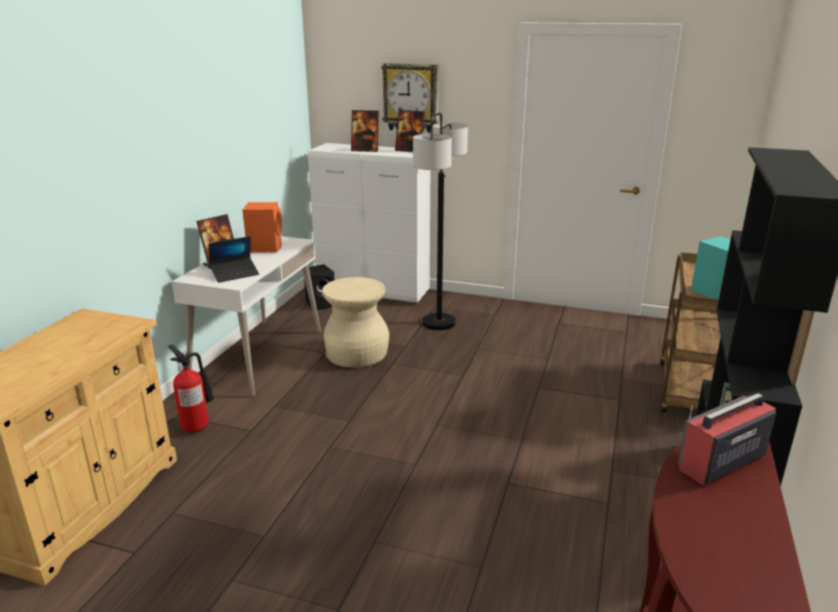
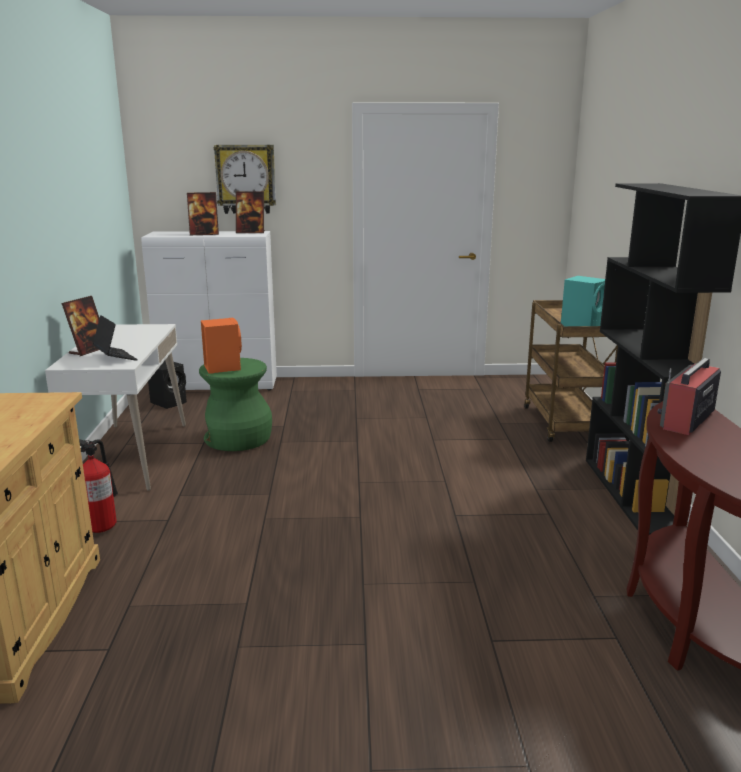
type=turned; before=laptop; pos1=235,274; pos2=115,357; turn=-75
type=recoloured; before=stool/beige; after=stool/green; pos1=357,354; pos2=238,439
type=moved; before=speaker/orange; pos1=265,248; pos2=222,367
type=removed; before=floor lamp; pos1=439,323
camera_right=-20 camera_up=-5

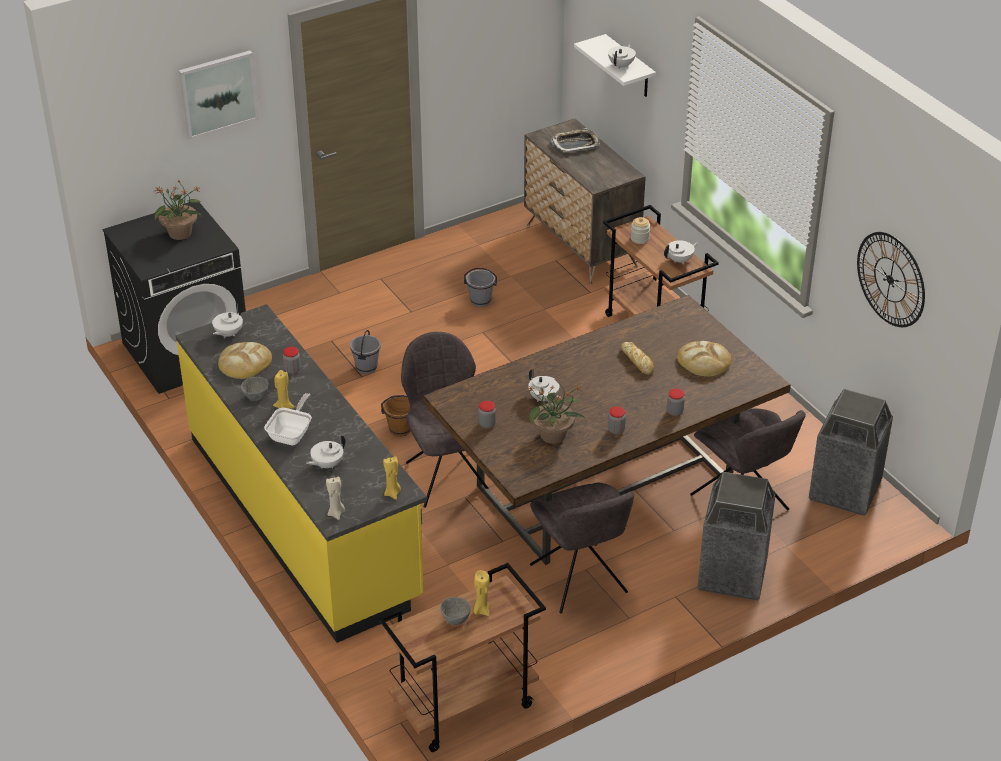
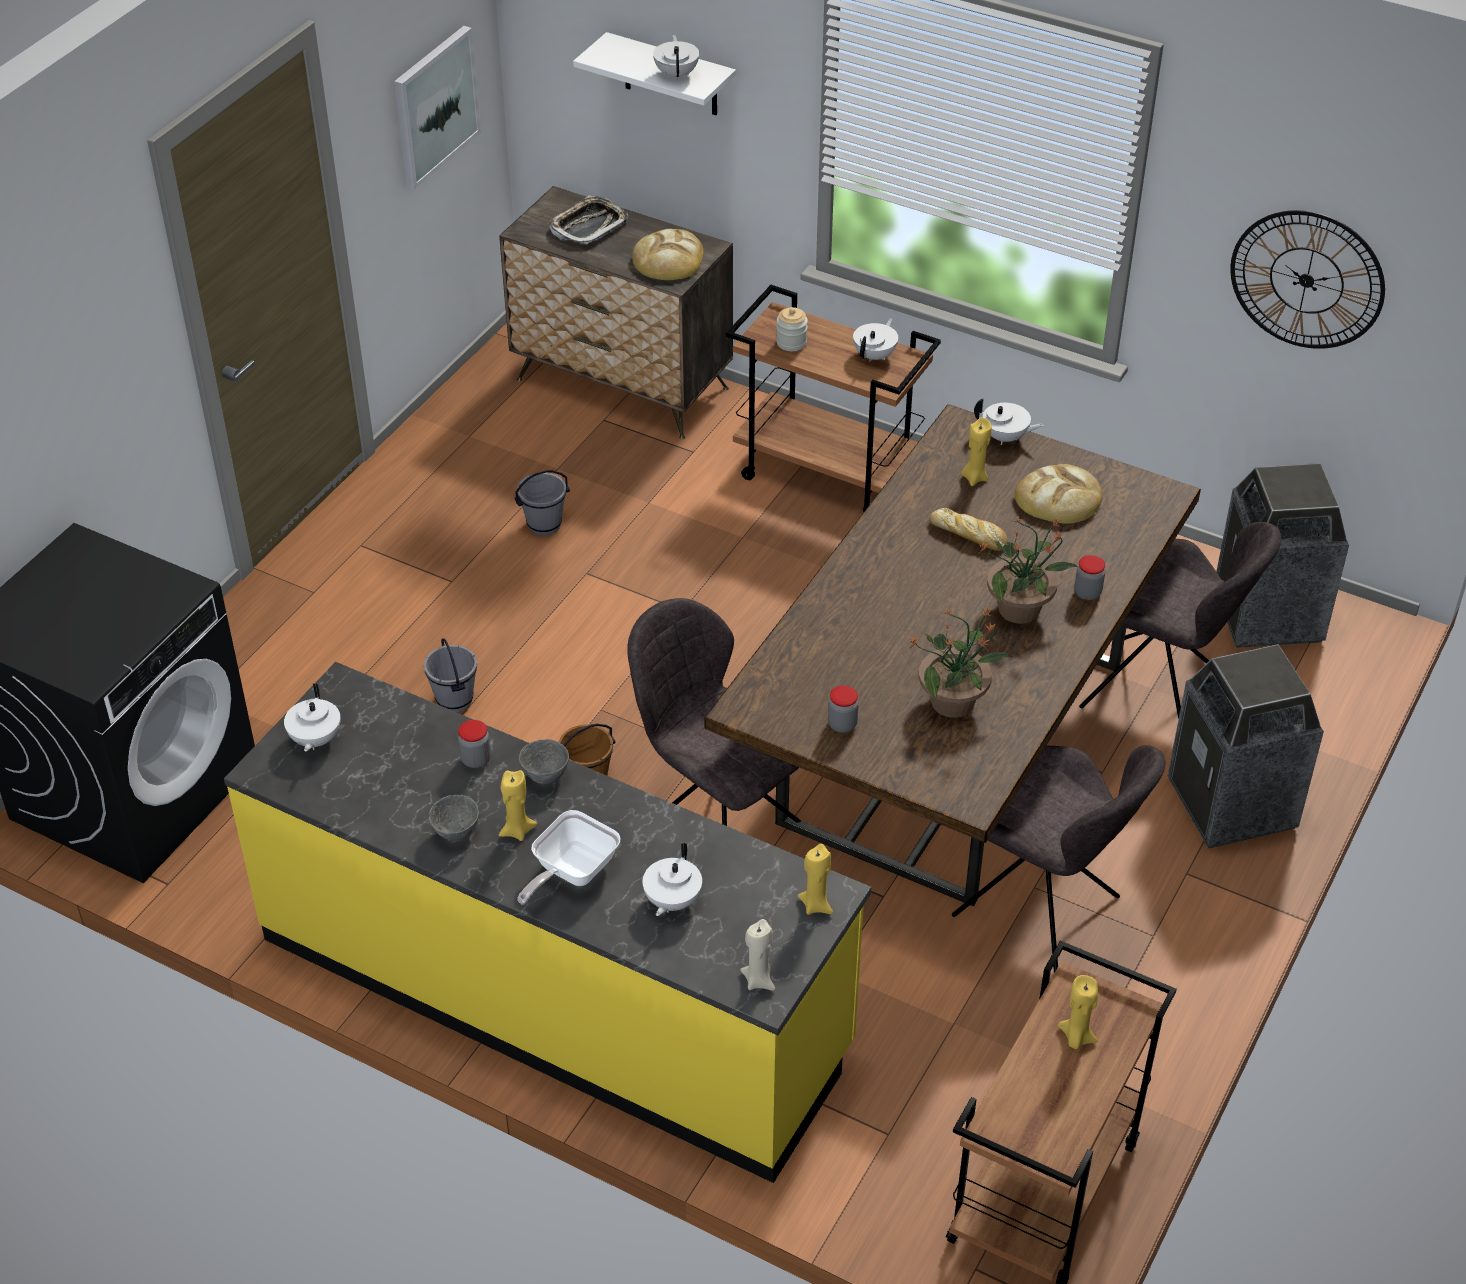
type=moved; before=picture; pos1=218,94; pos2=435,106
type=turned; before=frying pan; pos1=292,434; pos2=570,873; turn=-135
type=moved; before=bowl/grey; pos1=455,620; pos2=545,777
type=moved; before=bread; pos1=244,363; pos2=668,260
type=added; after=candle/yellow; pos2=974,477
type=moved; before=teapot/white; pos1=543,398; pos2=1005,437
type=moved; before=potted plant; pos1=180,233; pos2=1020,609
type=removed; before=jar; pos1=616,430
camera_right=-30 camera_up=5

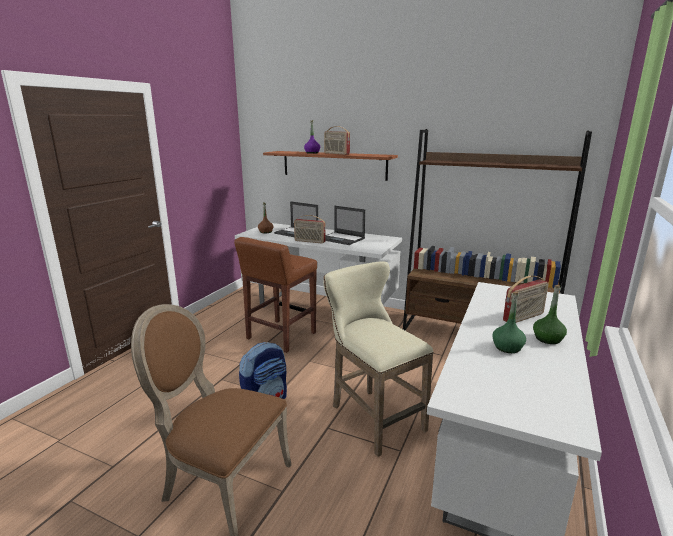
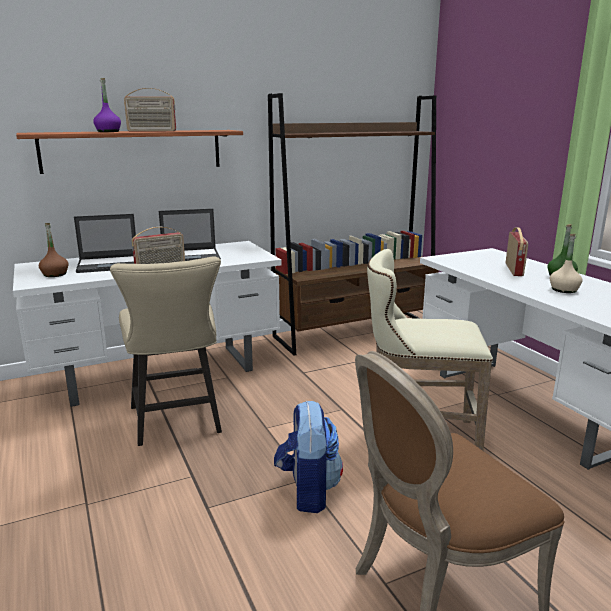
type=replaced; before=stool/brown; after=chair/beige; pos1=280,336; pos2=177,423
type=recoloured; before=bottle/green; after=bottle/beige; pos1=507,347; pos2=564,290
camera_right=-50 camera_up=0

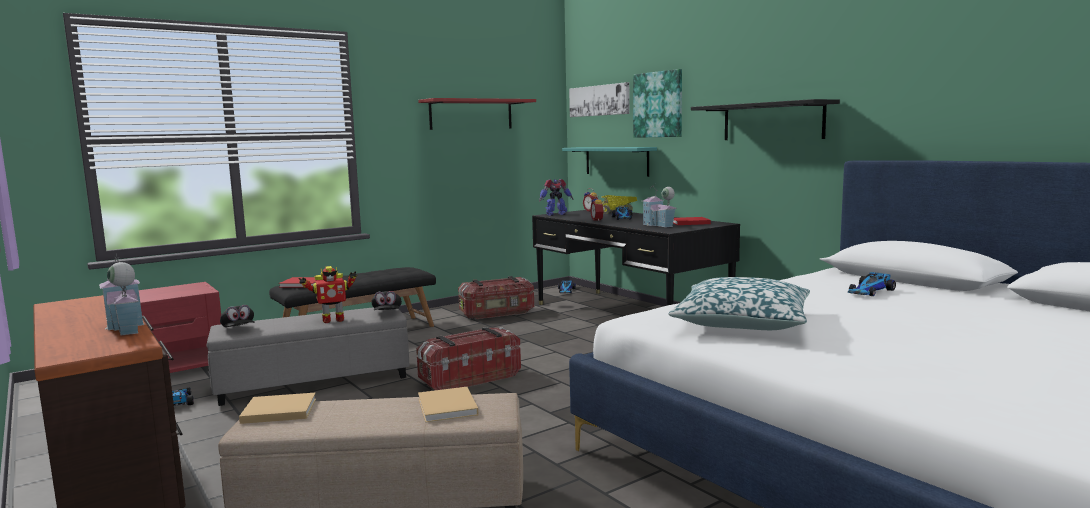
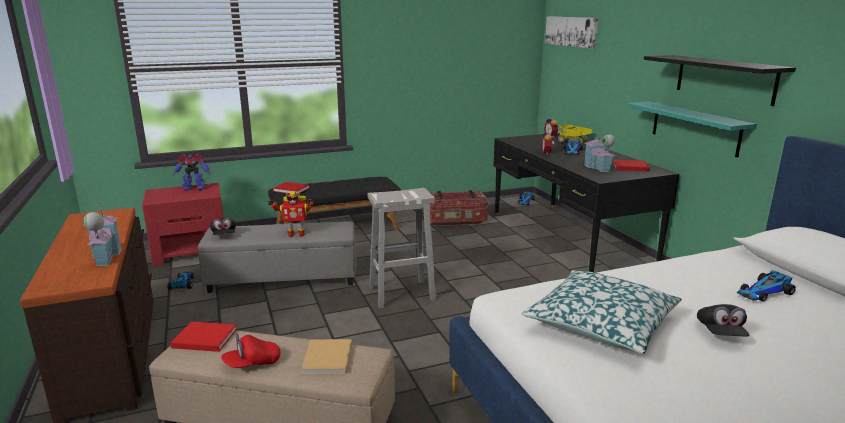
type=recoloured; before=book/beige; after=book/red; pos1=277,411; pos2=203,338
type=moved; before=toy robot; pos1=555,214; pos2=194,188
type=added; after=cap/red; pos2=252,363
type=replaced; before=storage box; after=stool/white; pos1=469,378; pos2=400,294
type=moved; before=shelf/turquoise; pos1=616,161; pos2=695,128
type=moved; before=cap/black; pos1=387,313; pos2=720,333
type=removed; before=shelf/red; pos1=471,114
type=removed; before=picture; pos1=658,104
camera_right=15 camera_up=10

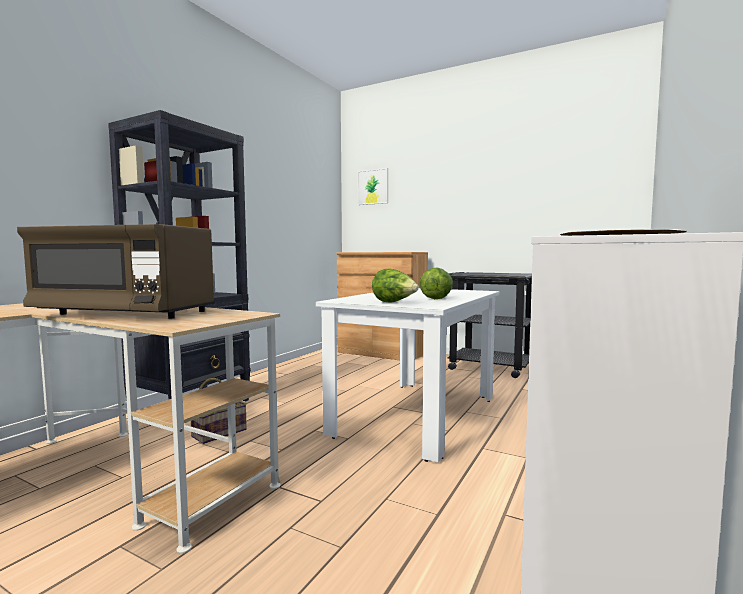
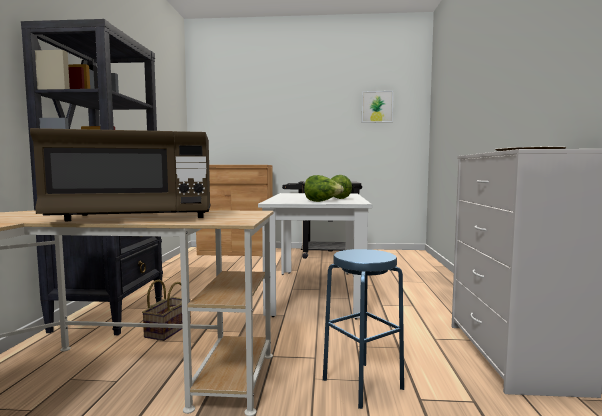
type=added; after=stool/blue; pos2=362,384
type=moved; before=picture; pos1=373,187; pos2=377,106
camera_right=-25 camera_up=0

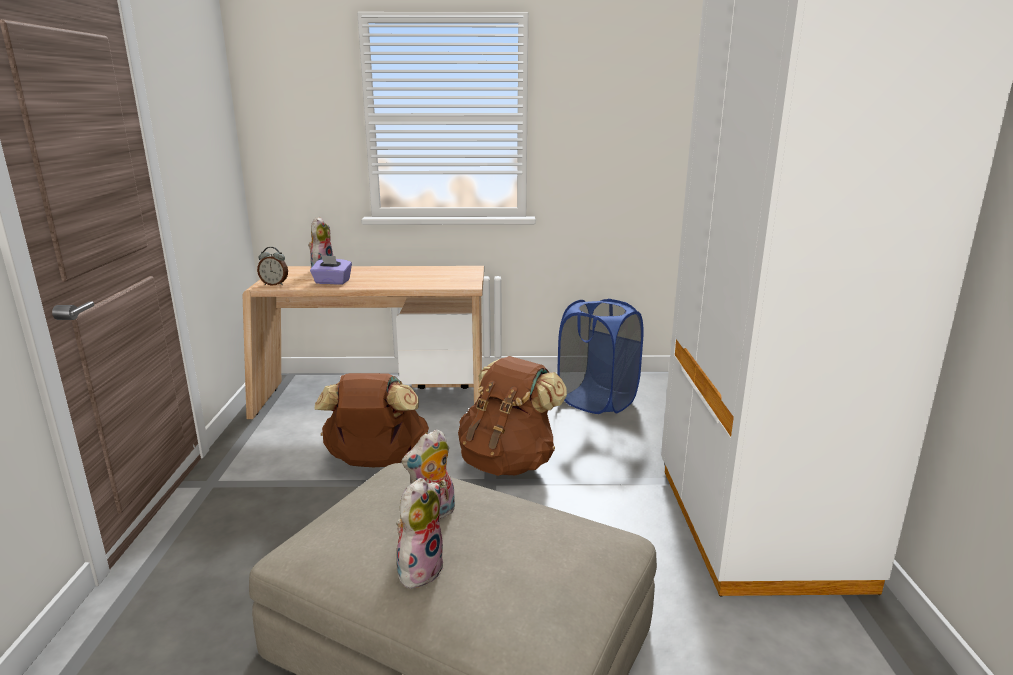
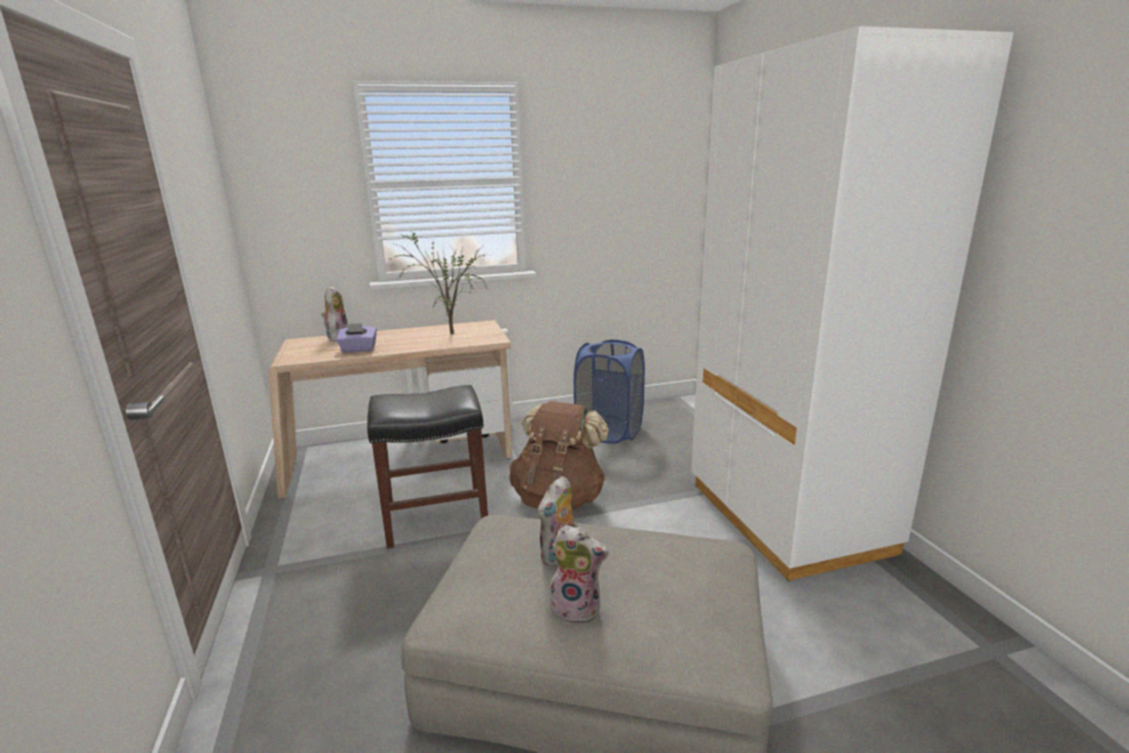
type=replaced; before=backpack/brown; after=stool/black; pos1=376,462; pos2=435,519
type=added; after=potted plant; pos2=448,334
type=turned; before=plush toy; pos1=419,569; pos2=577,608; turn=90
type=removed; before=alarm clock; pos1=275,284
camera_right=-15 camera_up=0

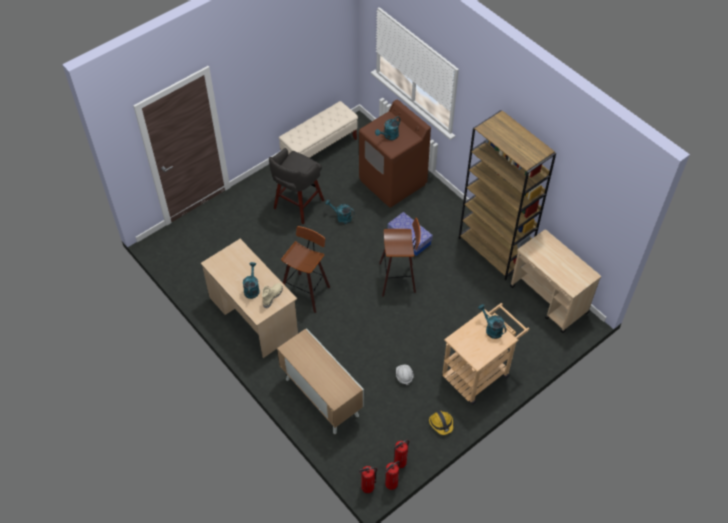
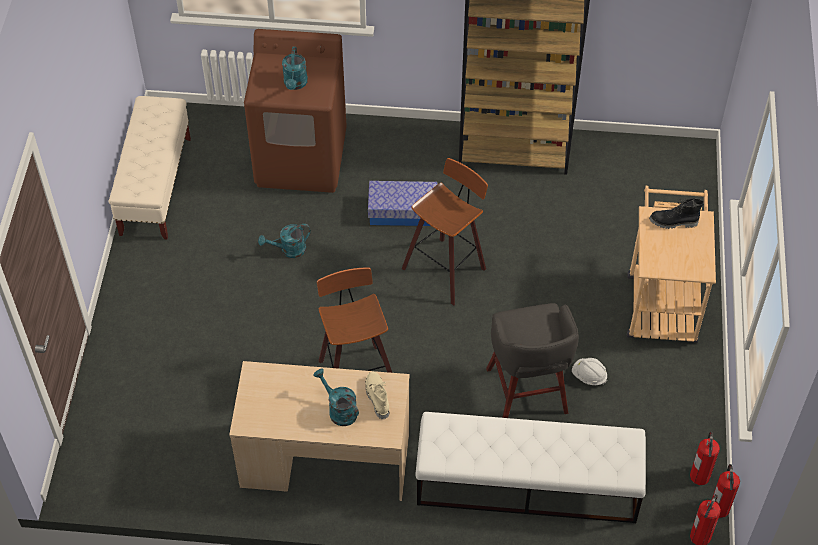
type=replaced; before=cabinet; after=bench/white; pos1=321,397; pos2=526,484
type=moved; before=stool/grey; pos1=297,205; pos2=527,393
type=replaced; before=watering can/turquoise; after=boot/black; pos1=491,329; pos2=673,222
type=removed; before=hard hat; pos1=441,423
type=removed; before=cart/beige; pos1=549,300
camera_right=-45 camera_up=0

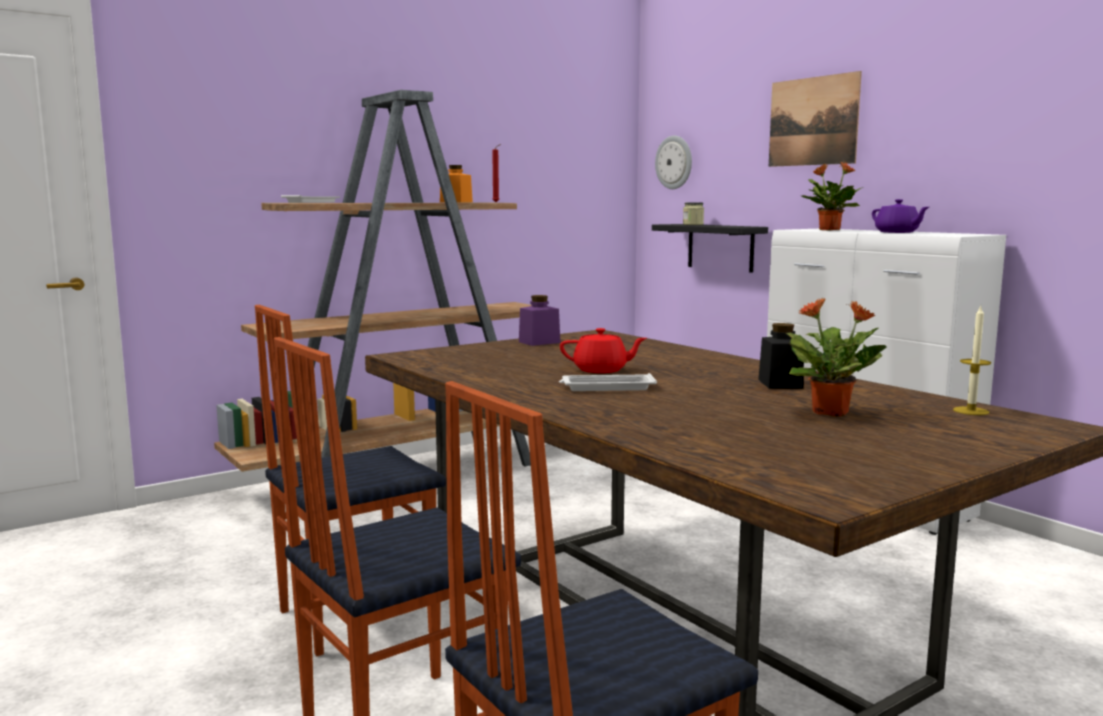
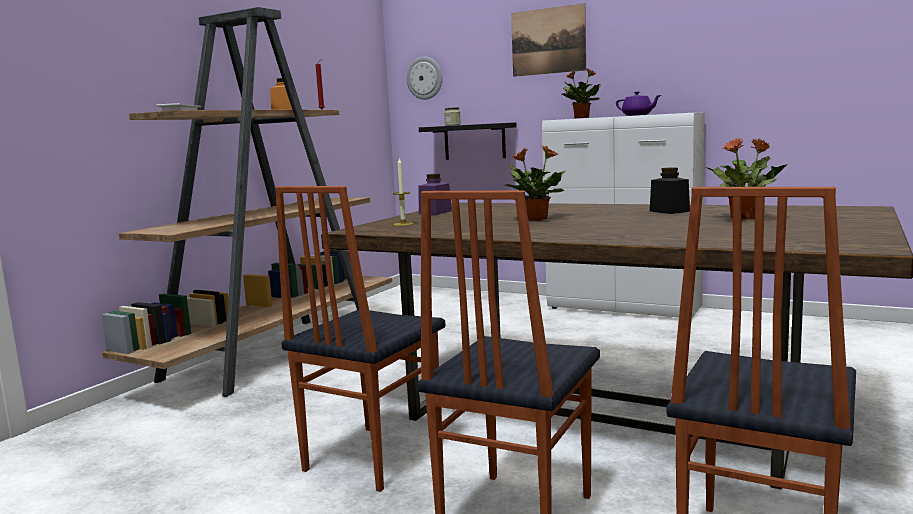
type=moved; before=candle; pos1=971,411; pos2=403,224
type=replaced; before=teapot/red; after=potted plant; pos1=601,370; pos2=535,219
type=removed; before=tray/white; pos1=606,388
camera_right=-25 camera_up=0

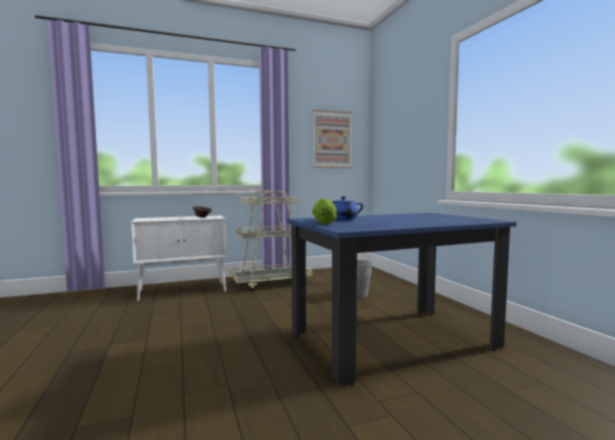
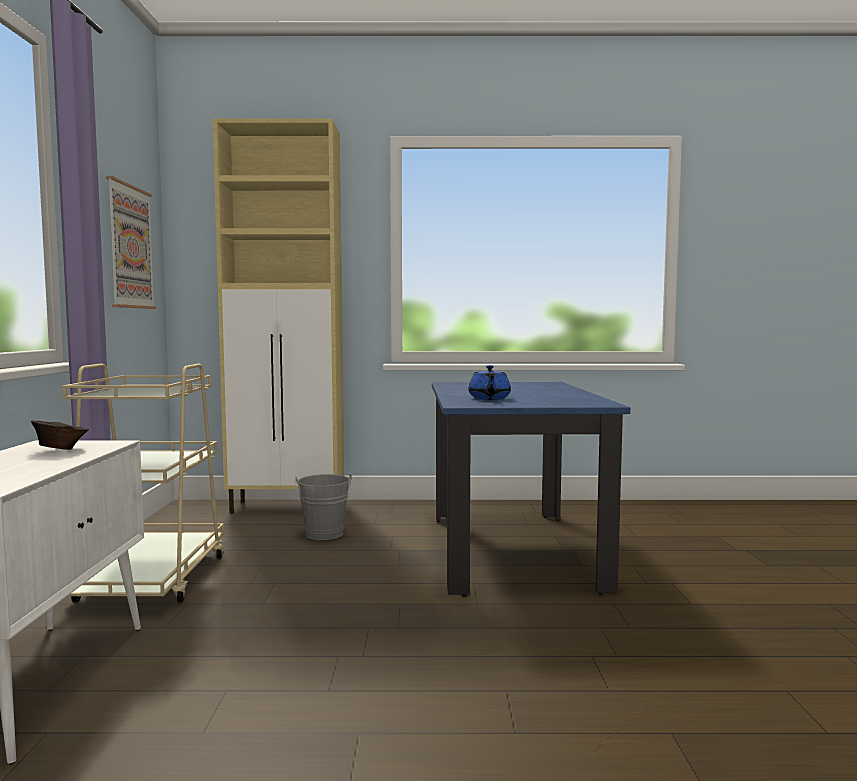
type=added; after=cabinet/beige; pos2=288,507
type=removed; before=lettuce; pos1=323,223
camera_right=-70 camera_up=0

